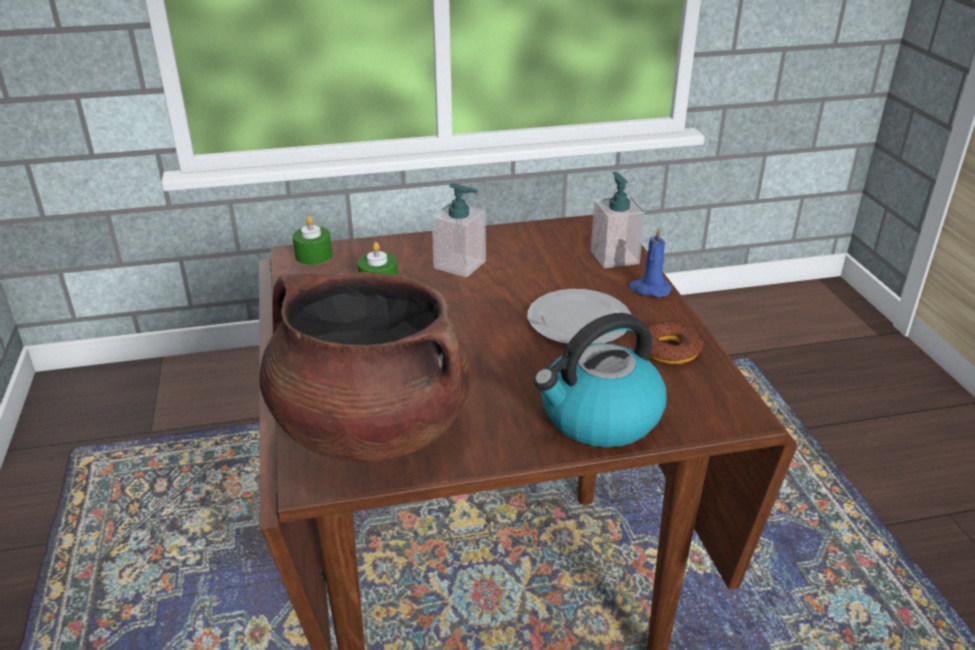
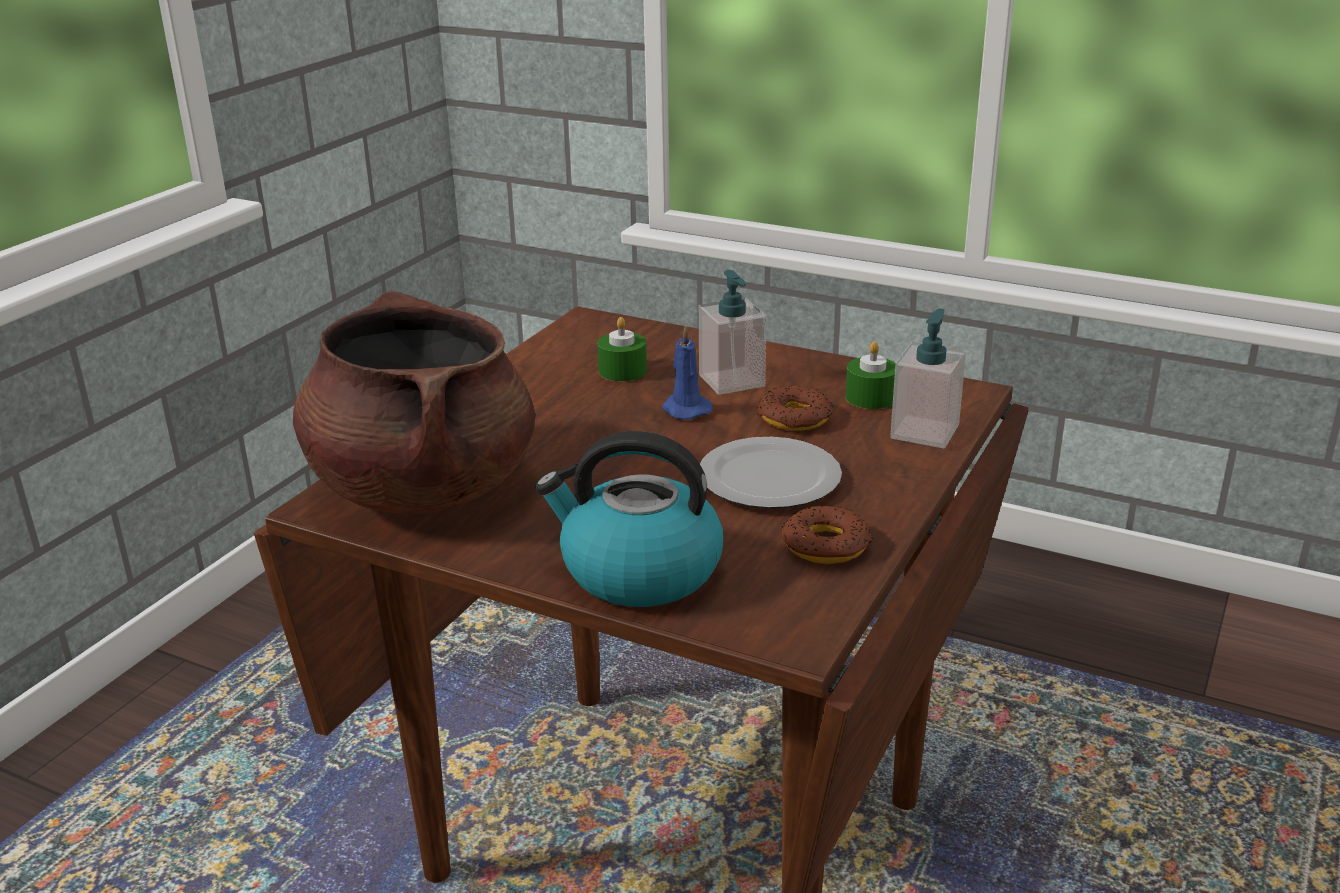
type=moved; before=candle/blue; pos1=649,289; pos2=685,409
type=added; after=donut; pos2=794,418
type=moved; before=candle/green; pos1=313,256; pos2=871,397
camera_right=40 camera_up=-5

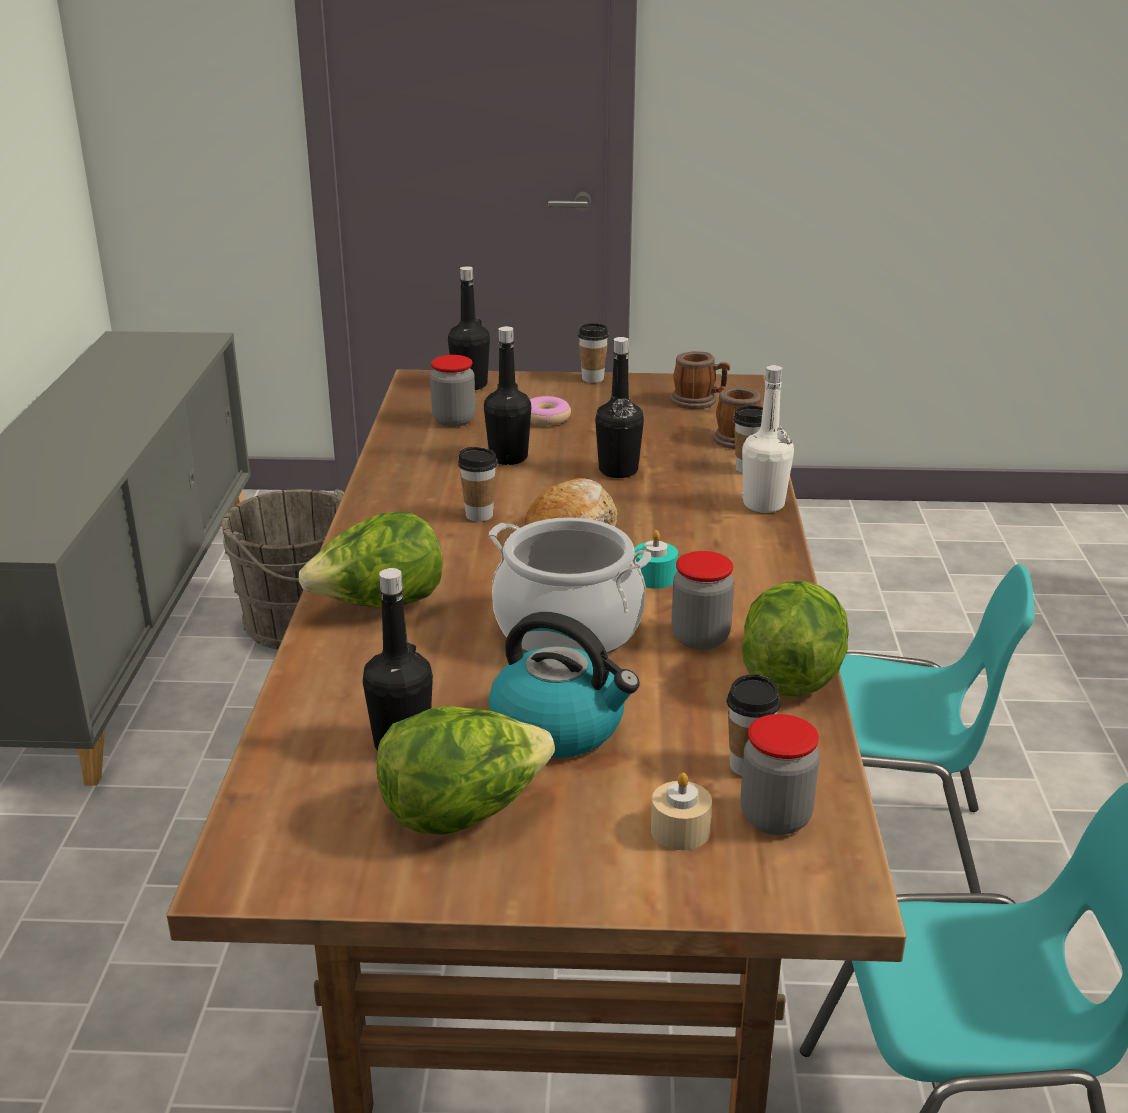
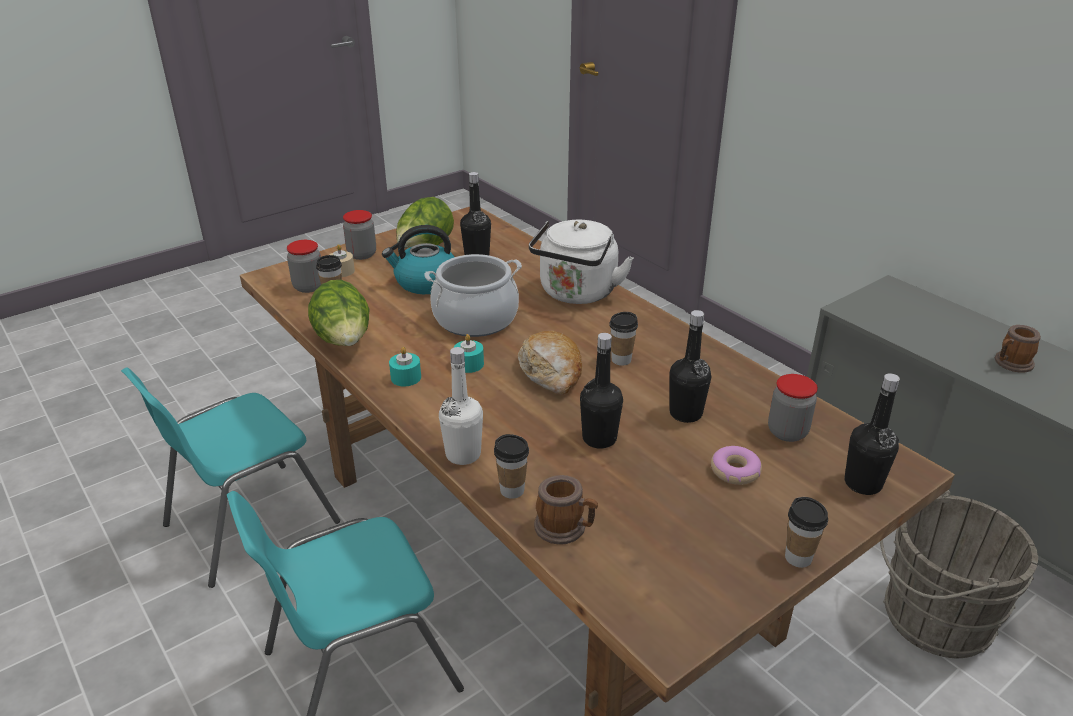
type=moved; before=jar; pos1=700,638; pos2=362,254
type=added; after=candle/turquoise; pos2=406,377
type=replaced; before=lettuce; after=kettle/white; pos1=379,606; pos2=576,294
type=moved; before=mug; pos1=699,401; pos2=1010,364
camera_right=140 camera_up=5

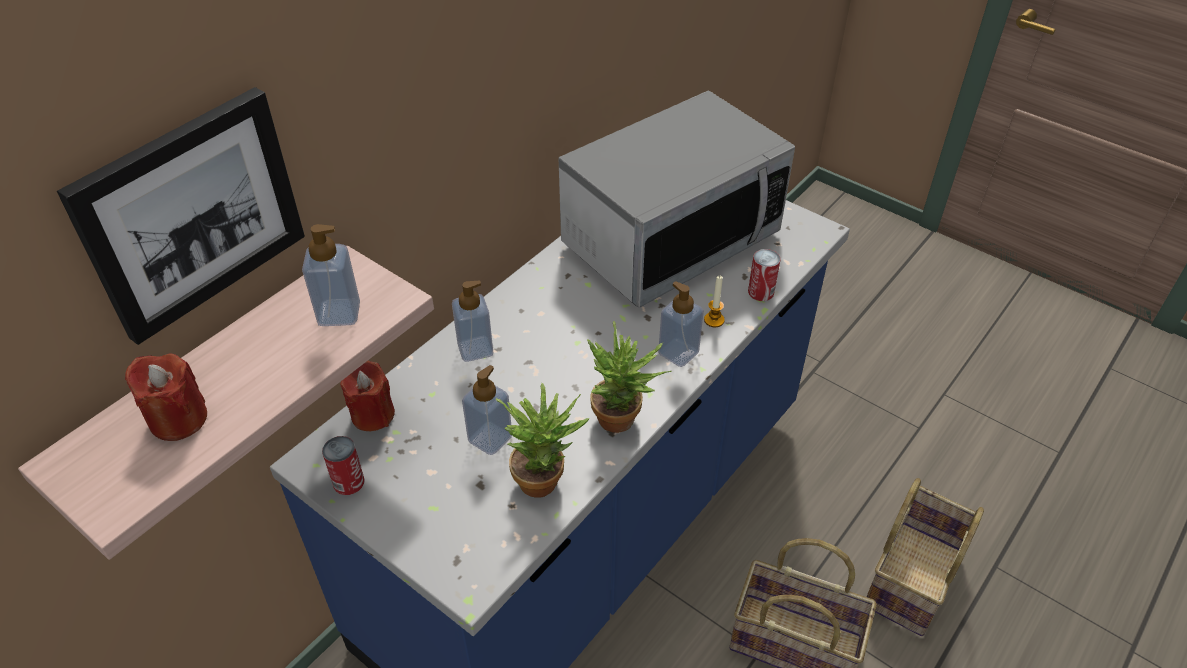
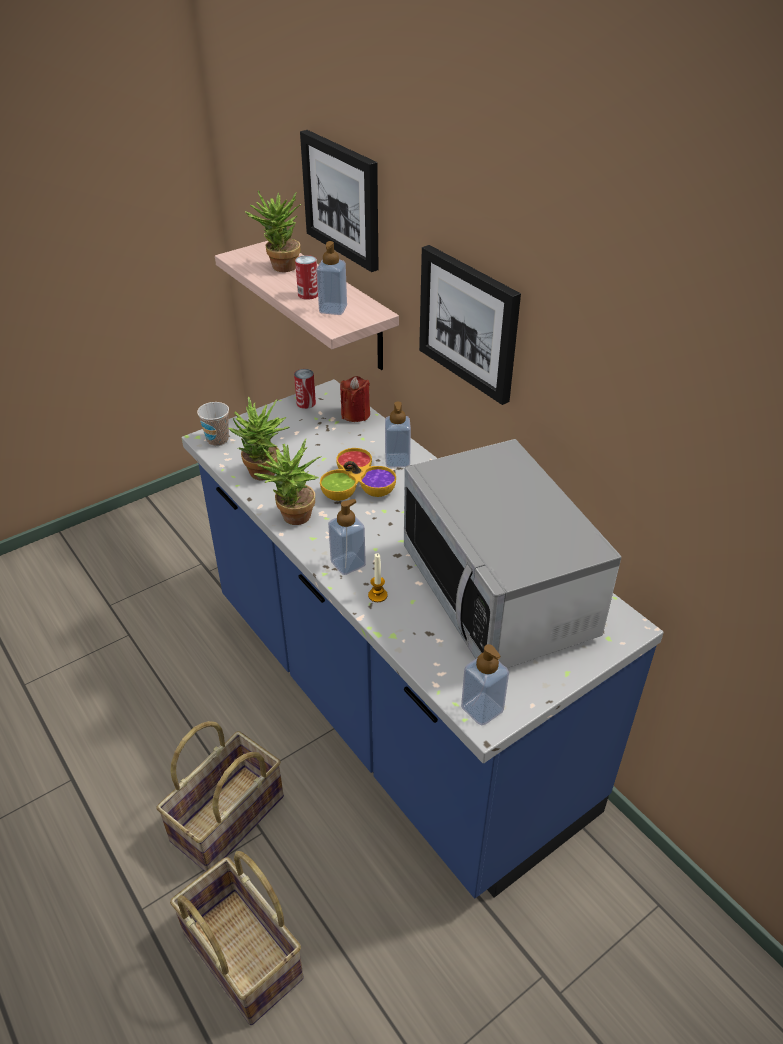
type=added; after=cup; pos2=217,440
type=replaced; before=candle/red; after=potted plant; pos1=178,419; pos2=280,268
type=moved; before=can; pos1=761,292; pos2=308,294
type=added; after=bowl; pos2=357,486
type=added; after=picture; pos2=469,323
type=moved; before=soap dispenser; pos1=490,438; pos2=482,709
camera_right=105 camera_up=-5

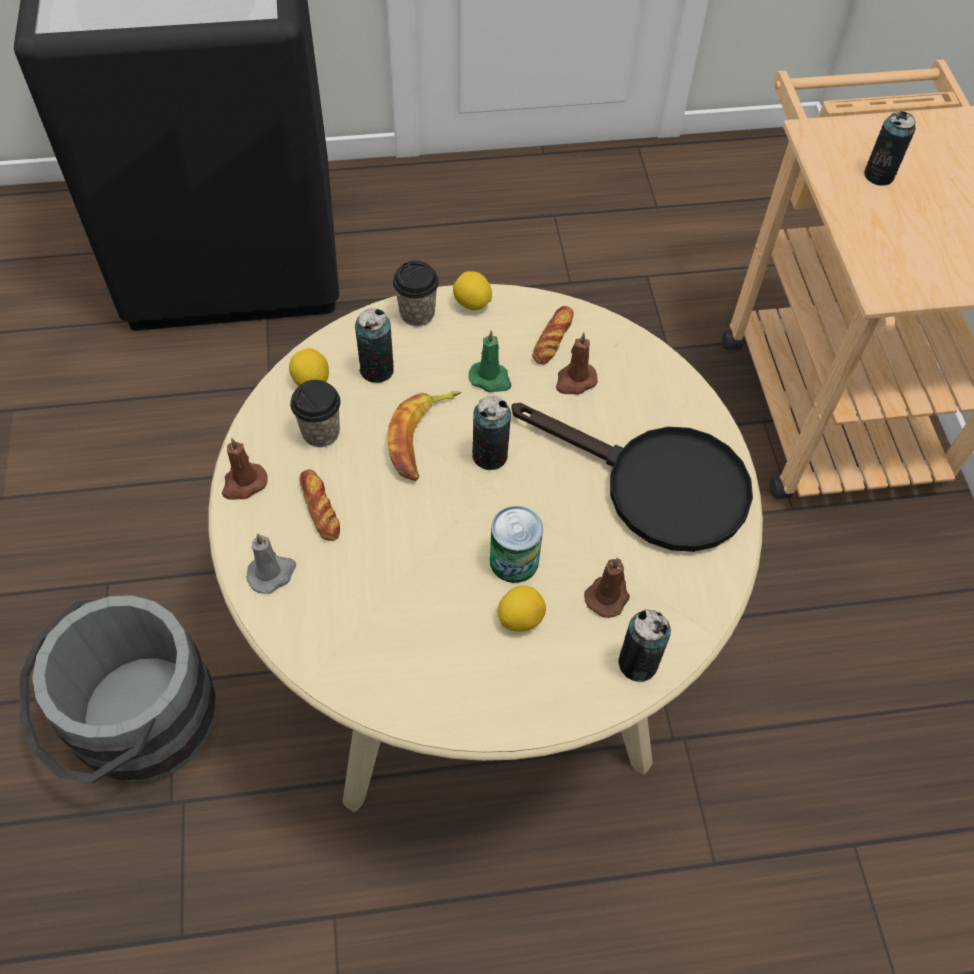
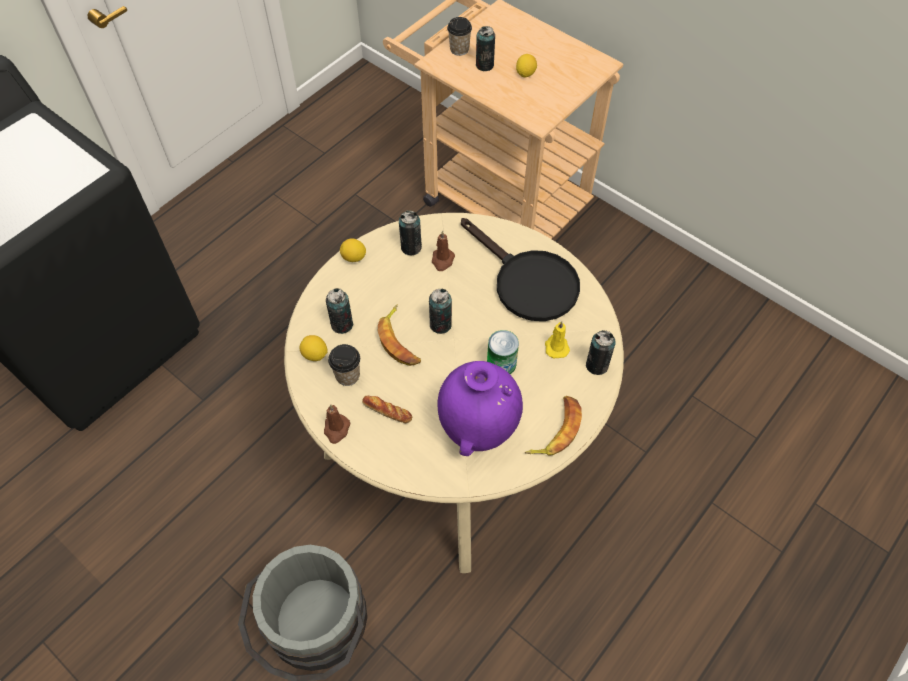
type=replaced; before=bread; after=can; pos1=552,338; pos2=411,247
type=added; after=vase/purple; pos2=478,426
type=moved; before=cup; pos1=417,314; pos2=459,49
type=turned; before=frying pan/black; pos1=657,485; pos2=527,282; turn=60
type=moved; before=lemon; pos1=520,618; pos2=525,74
type=added; after=banana; pos2=556,430
type=recoloured; before=candle/brown; after=candle/yellow; pos1=608,595; pos2=556,346
type=removed; before=candle/grey; pos1=272,573
type=removed; before=candle/green; pos1=491,379
camera_right=-40 camera_up=0

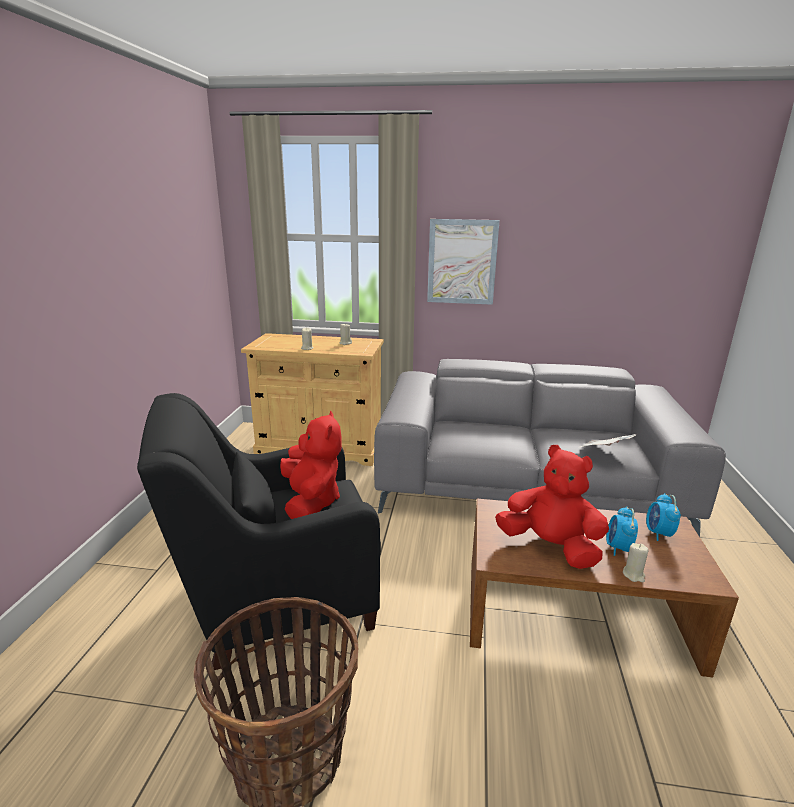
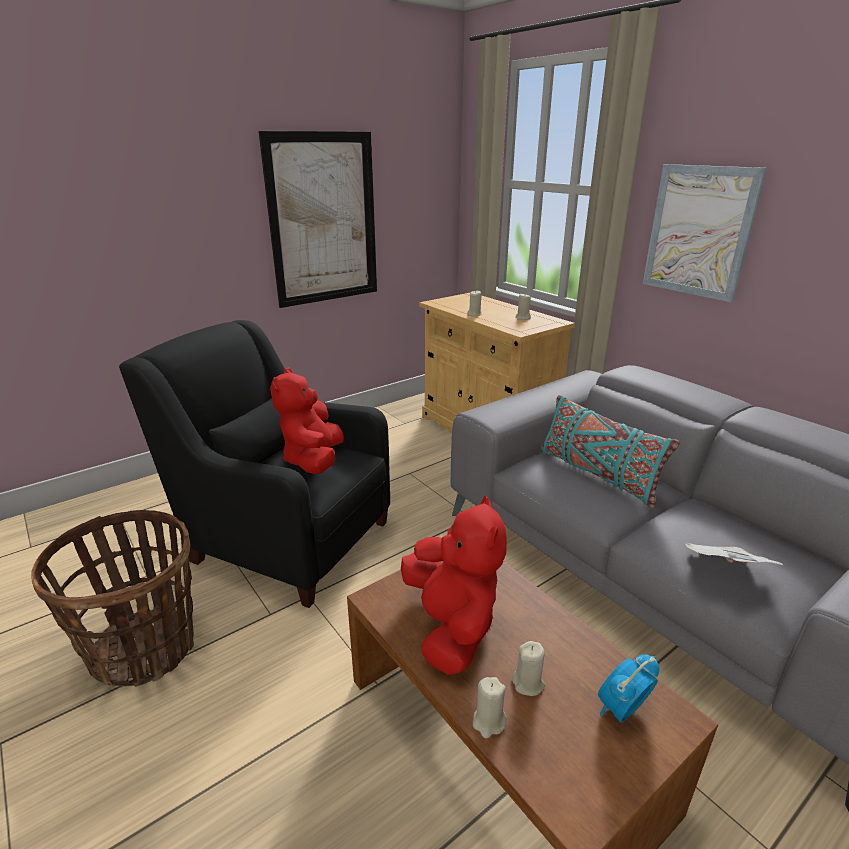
type=added; after=picture; pos2=324,220
type=turned; before=plush toy/red; pos1=311,502; pos2=313,460; turn=150
type=replaced; before=alarm clock; after=candle/beige; pos1=618,548; pos2=528,683
type=added; after=pillow/turquoise; pos2=597,474
camera_right=45 camera_up=5

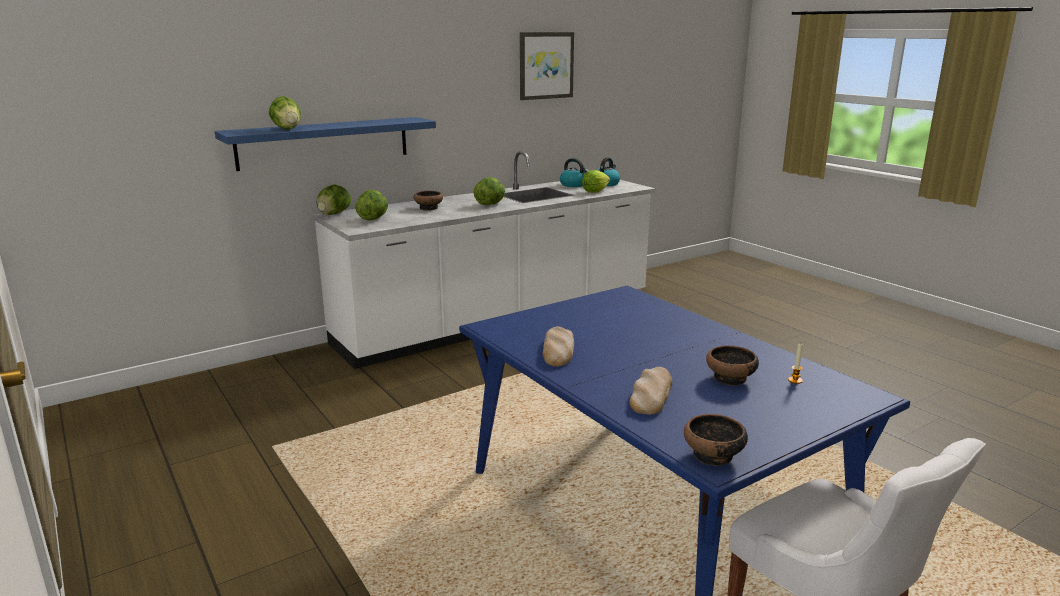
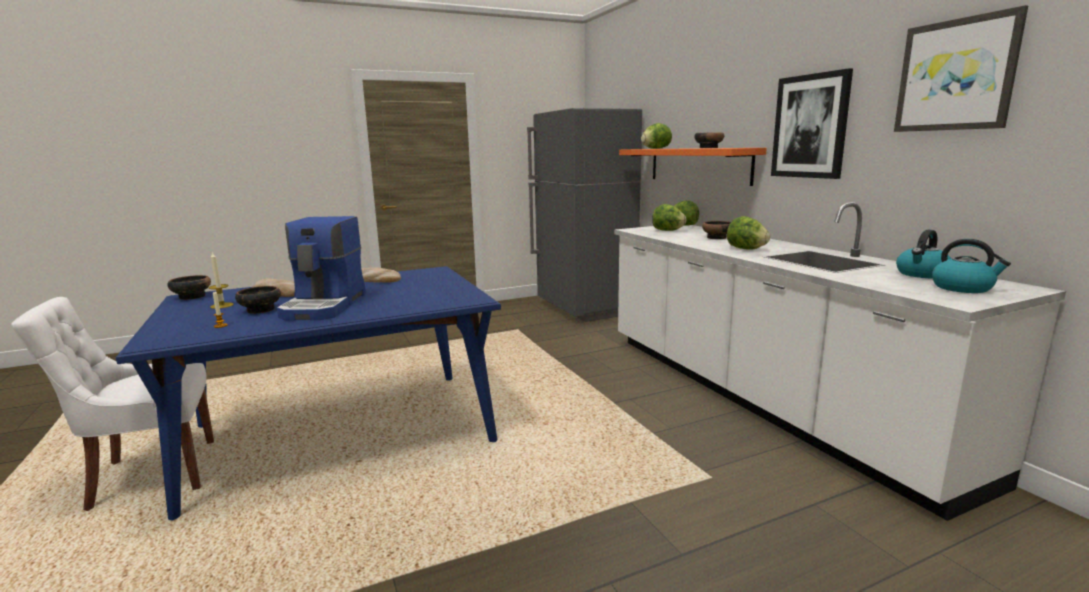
type=added; after=candle; pos2=222,305
type=added; after=coffee machine; pos2=325,306
type=added; after=fridge/grey; pos2=585,308
type=recoloured; before=shelf/blue; after=shelf/orange; pos1=324,143; pos2=698,165
type=added; after=bowl; pos2=708,148
type=added; after=picture; pos2=810,126
type=removed; before=lettuce; pos1=595,191
camera_right=100 camera_up=-5

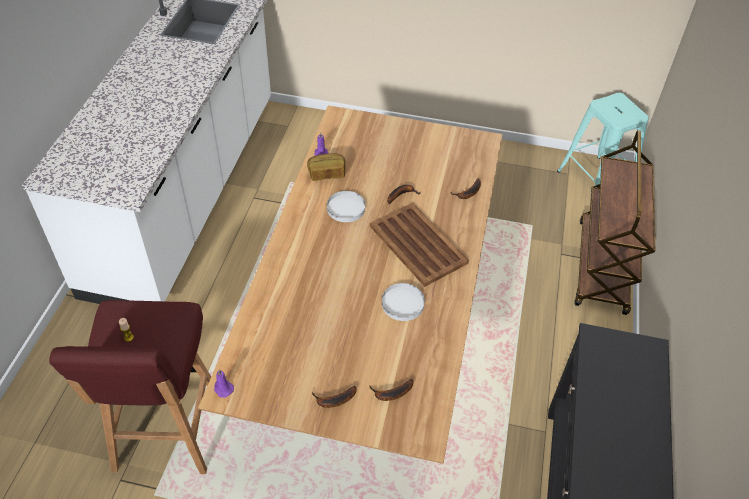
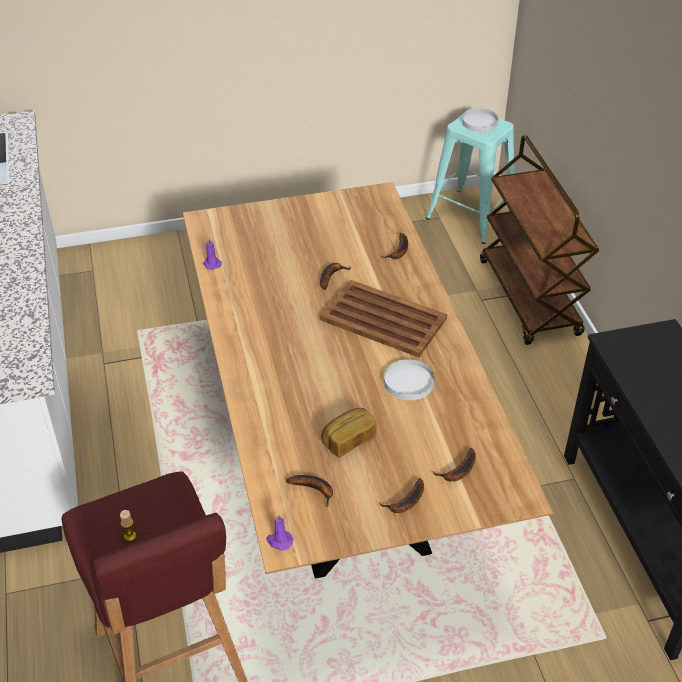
type=added; after=banana; pos2=315,489
type=moved; before=bread; pos1=326,174; pos2=348,440
type=moved; before=plate/white; pos1=346,208; pos2=479,122
camera_right=-25 camera_up=-5

